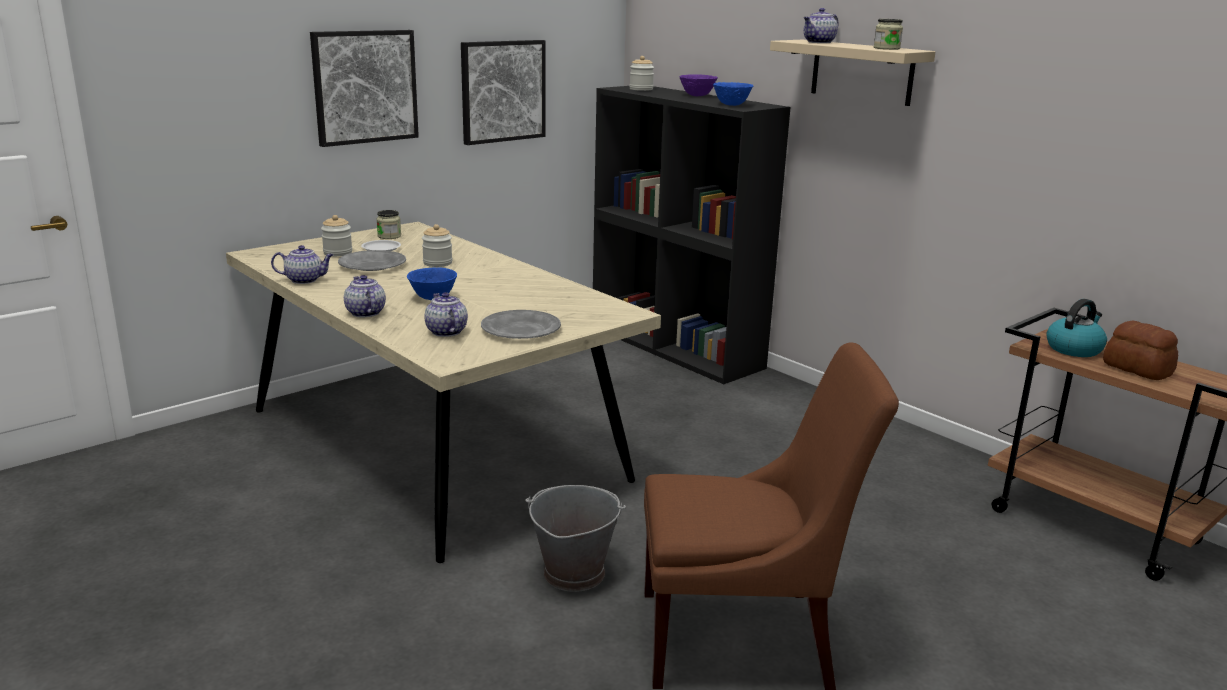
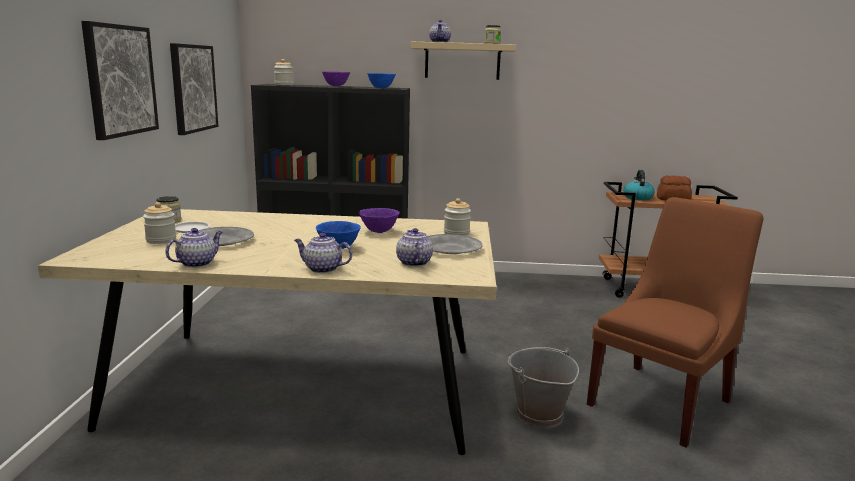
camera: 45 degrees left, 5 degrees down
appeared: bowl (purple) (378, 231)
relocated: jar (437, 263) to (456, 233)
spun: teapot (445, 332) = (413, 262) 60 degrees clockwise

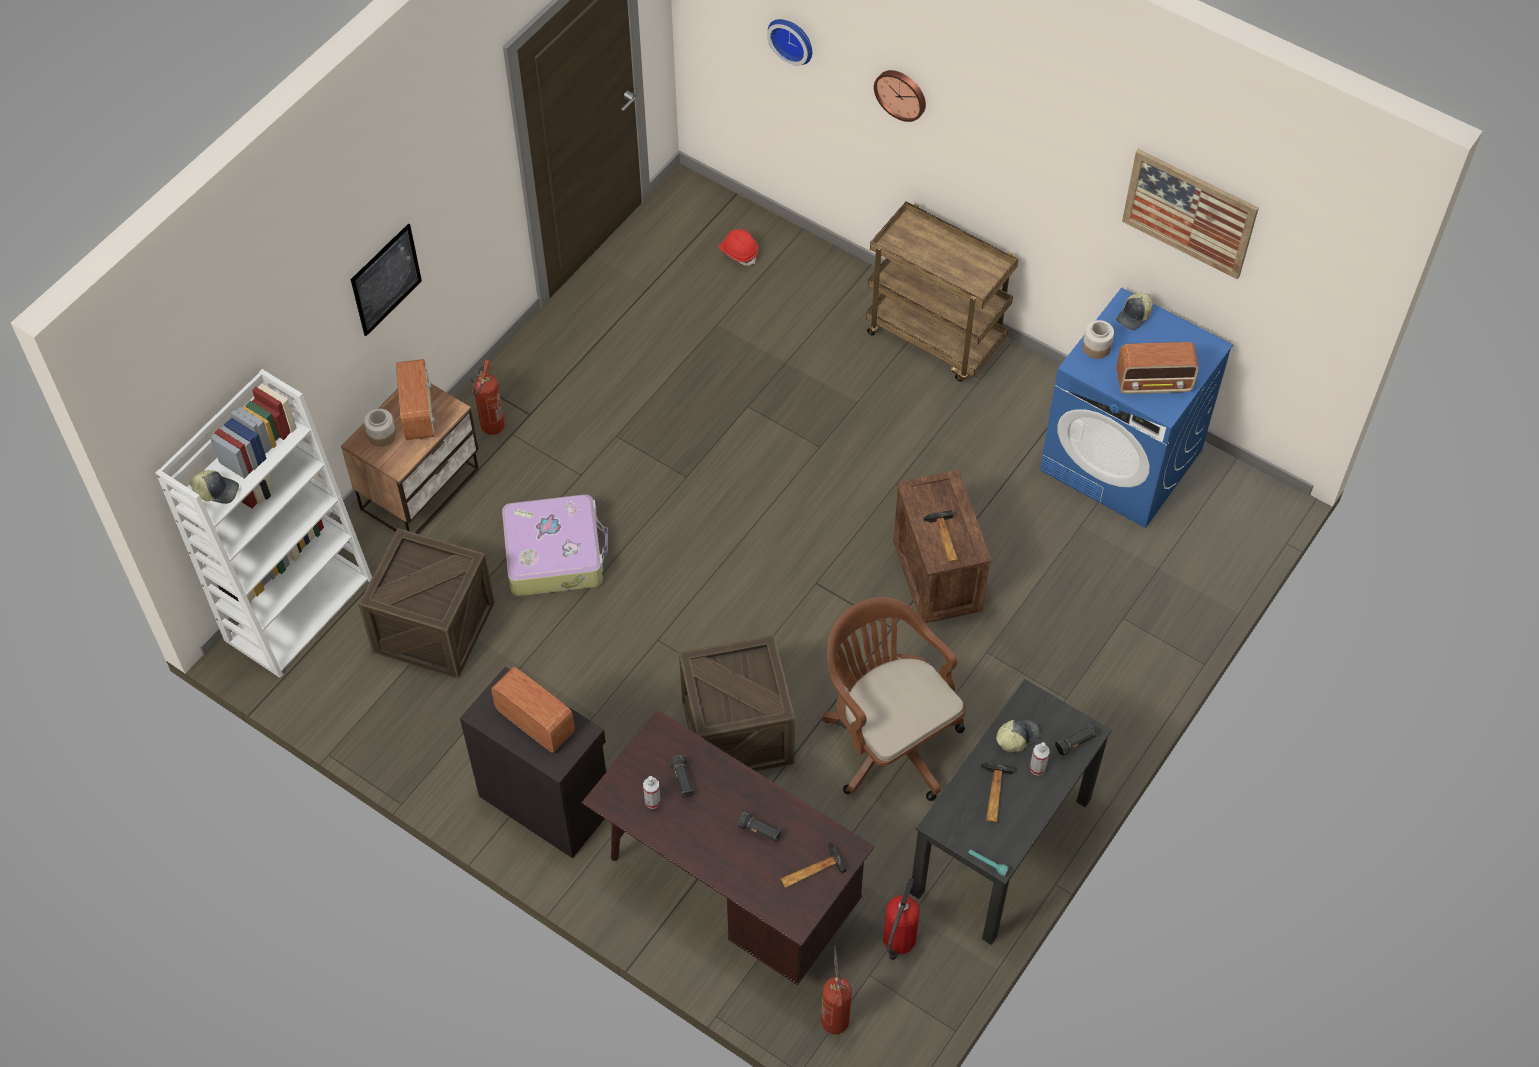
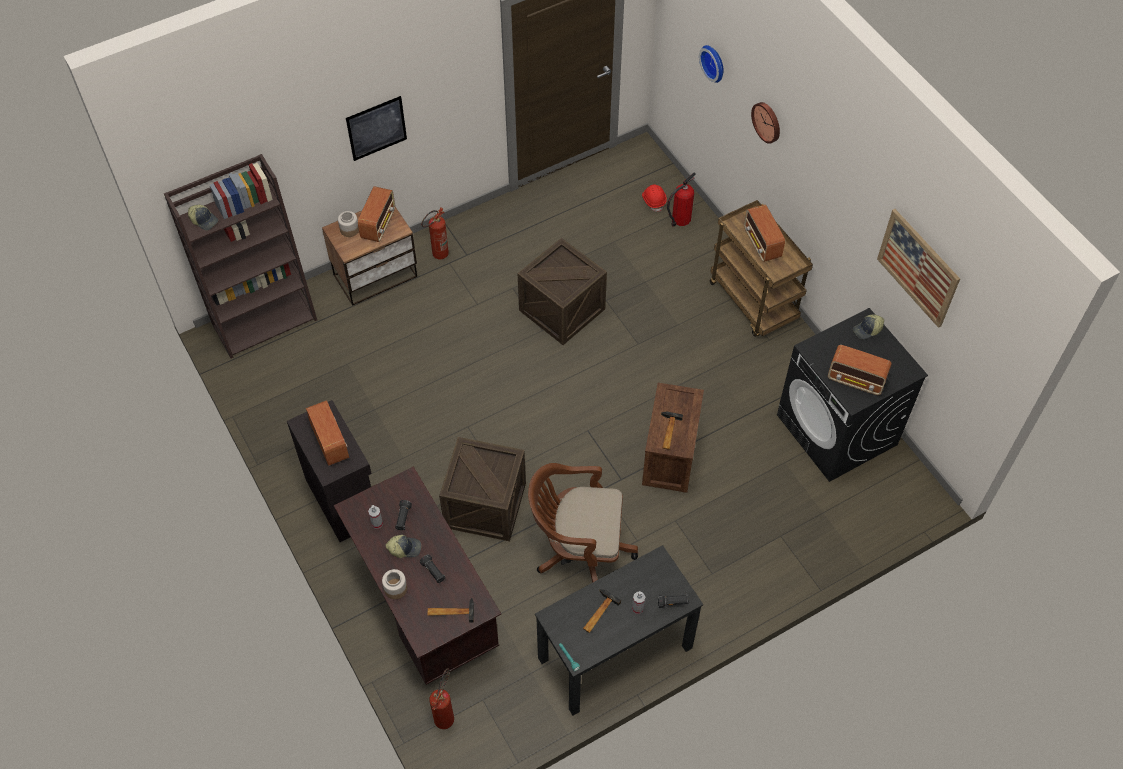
camera: 25 degrees right, 0 degrees up
missing: suitcase (555, 553)
appeared: radio (762, 244)
relocated: jar (1096, 347) to (395, 588); crate (434, 627) to (562, 309); cap (1017, 737) to (404, 548); fire extinguisher (898, 942) to (680, 220)
colour: washing machine (blue) (1122, 460) to washing machine (black) (837, 430); bookcase (white) (299, 607) to bookcase (brown) (265, 320)
spun: office chair (brown) (887, 738) = (578, 550) 75 degrees counterclockwise

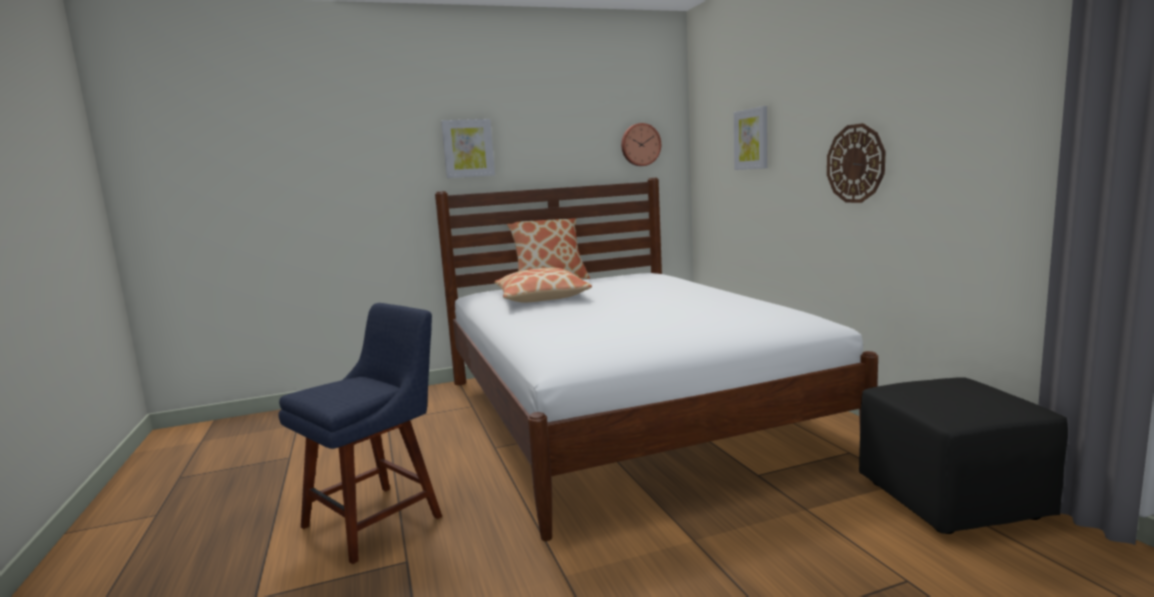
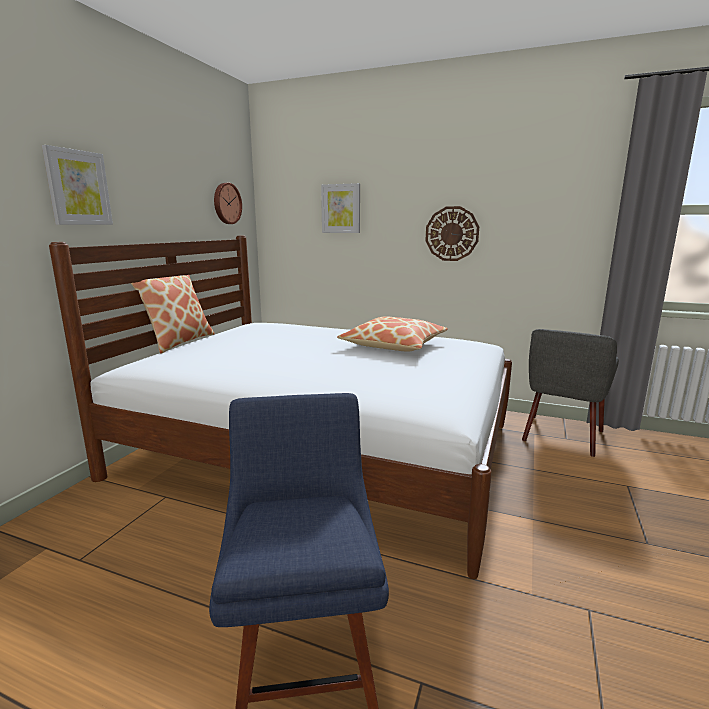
camera: 50 degrees left, 5 degrees up
relocated: pillow (541, 297) to (393, 345)
exchanged: ottoman (black) (948, 499) to armchair (grey) (561, 435)

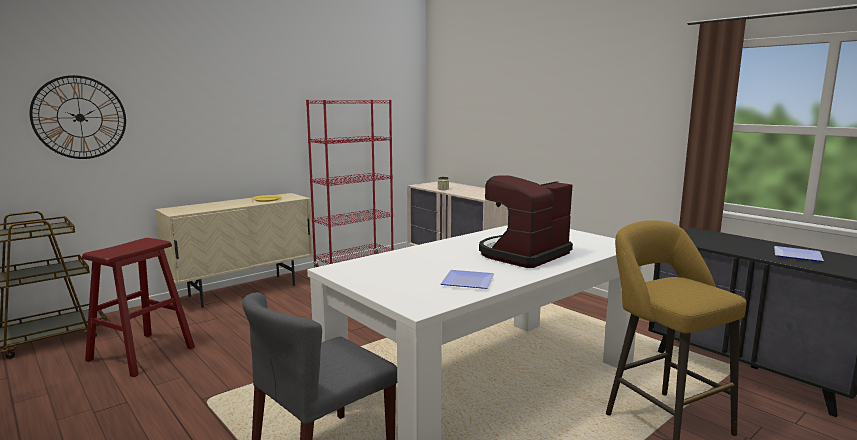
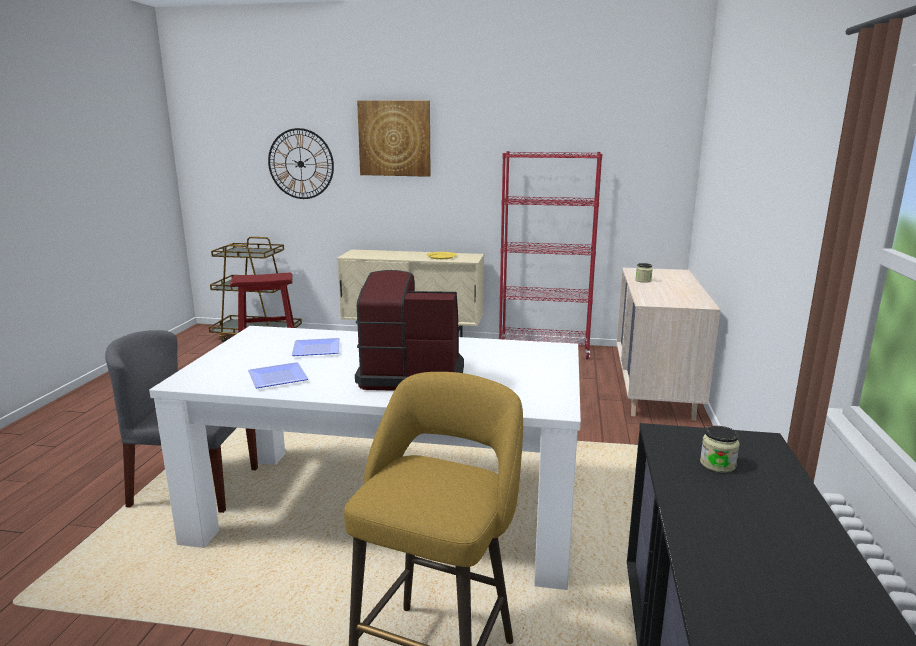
camera: 50 degrees right, 5 degrees up
appeared: picture (394, 138); jar (717, 464)
relocated: plate (799, 256) to (318, 350)

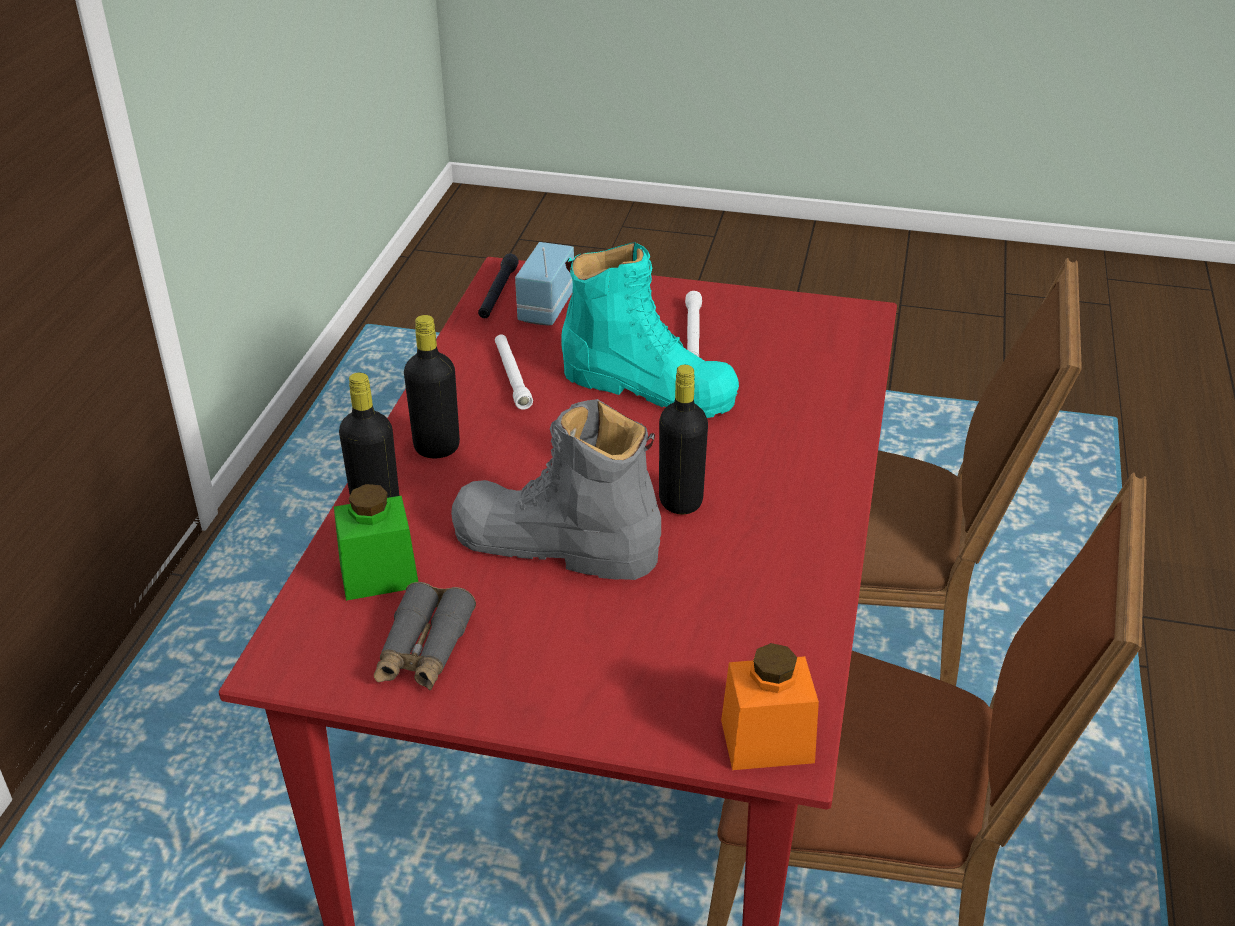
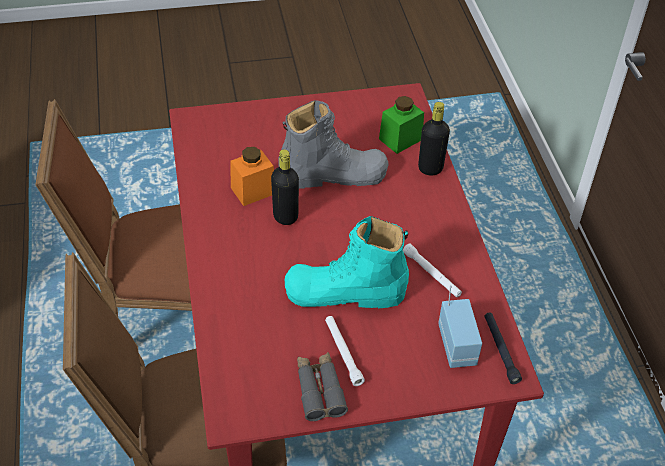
camera: 155 degrees right, 10 degrees up
missing: bottle (black) (437, 448)
relocated: binoculars (grey) (424, 650) to (319, 390); jar (orange) (767, 741) to (253, 190)

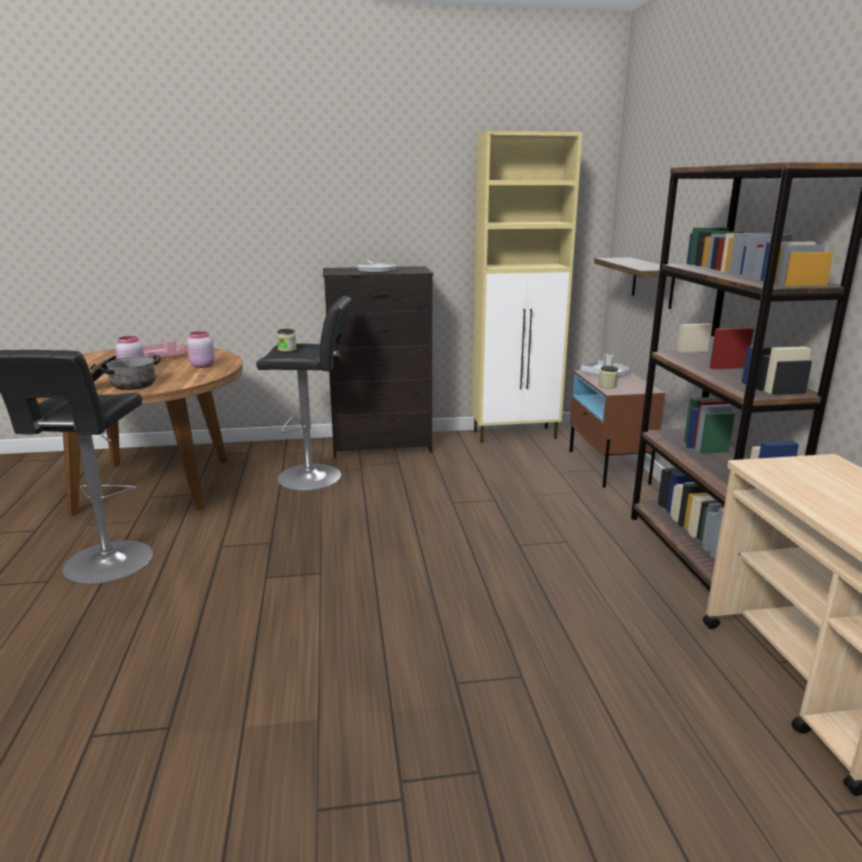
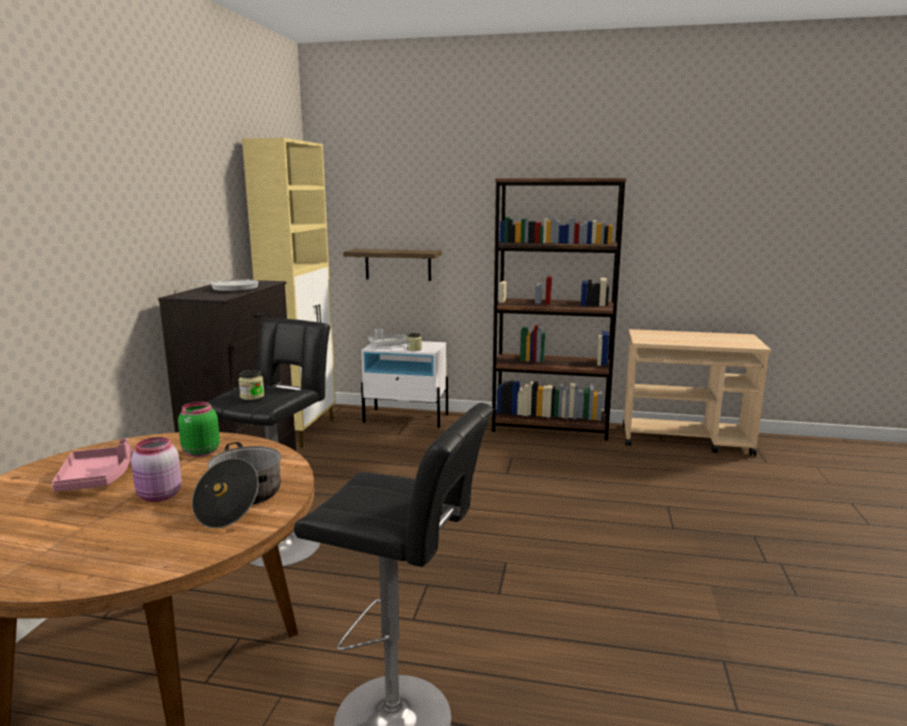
camera: 70 degrees left, 5 degrees down
colour: jar (pink) (202, 365) to jar (green) (200, 452); nightstand (brown) (608, 467) to nightstand (white) (406, 418)

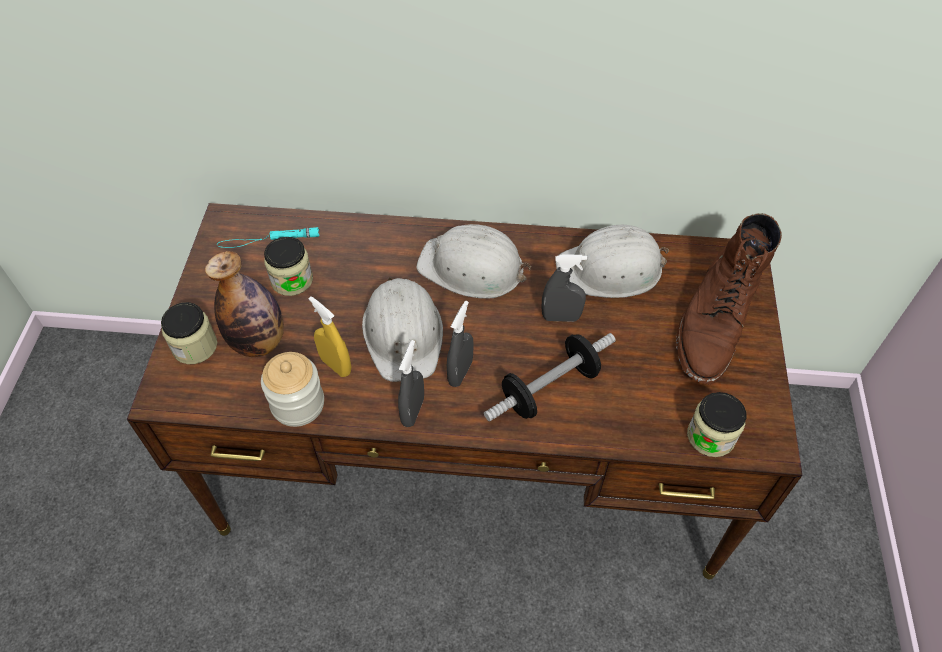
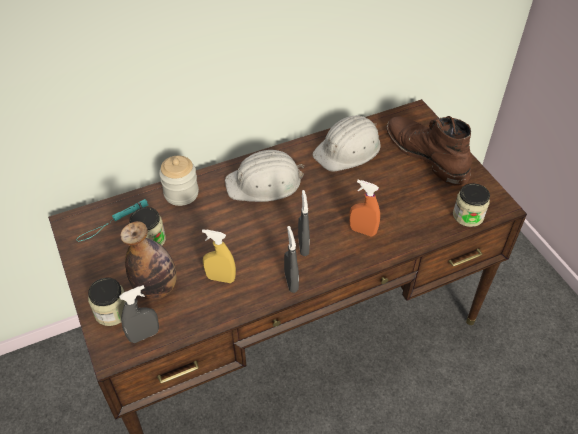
camera: 30 degrees left, 5 degrees down
missing: hard hat (white) (404, 333)
relocated: spray bottle (grey) (561, 317) to (144, 335); jar (298, 404) to (181, 193)
exchanged: dumbbell (549, 388) to spray bottle (orange) (362, 231)
spun: boot (brown) (714, 322) = (426, 154) 150 degrees clockwise

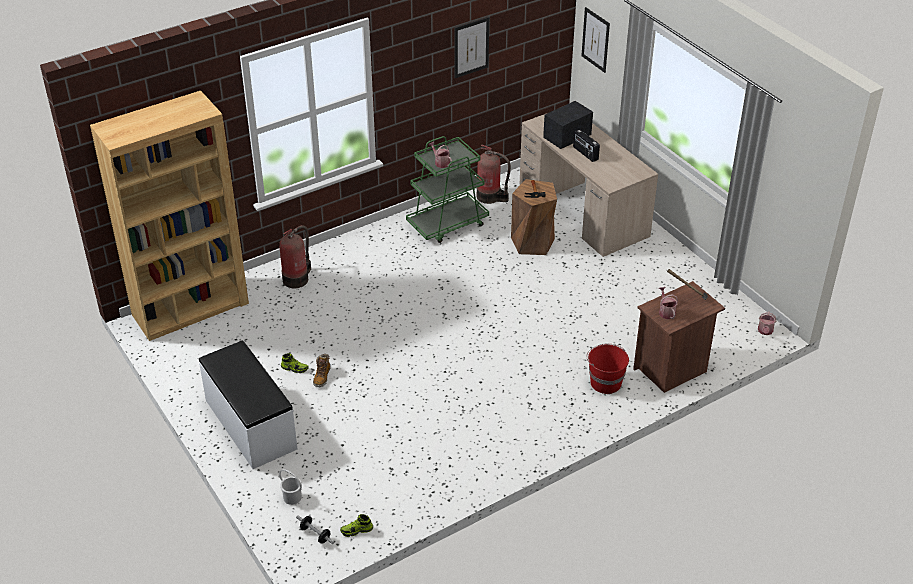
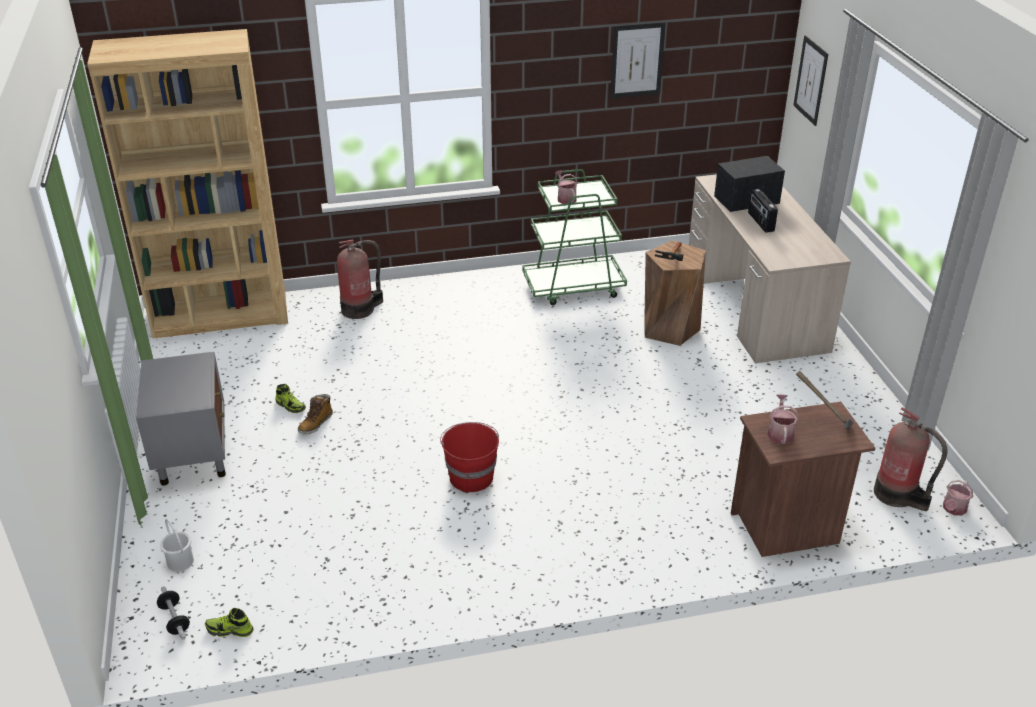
camera: 20 degrees right, 5 degrees down
relocated: fire extinguisher (490, 197) to (898, 495); bucket (red) (605, 382) to (471, 476)
exchanged: bench (white) (250, 425) to nightstand (grey) (193, 458)

